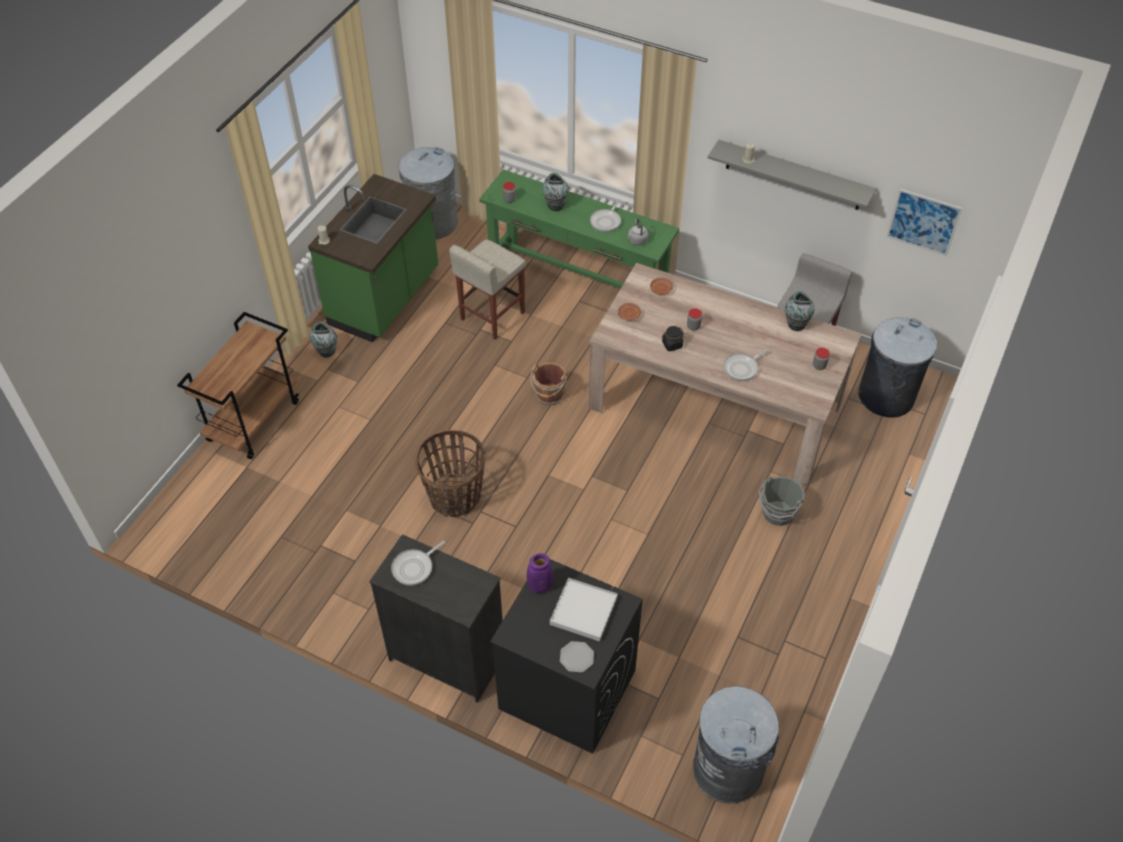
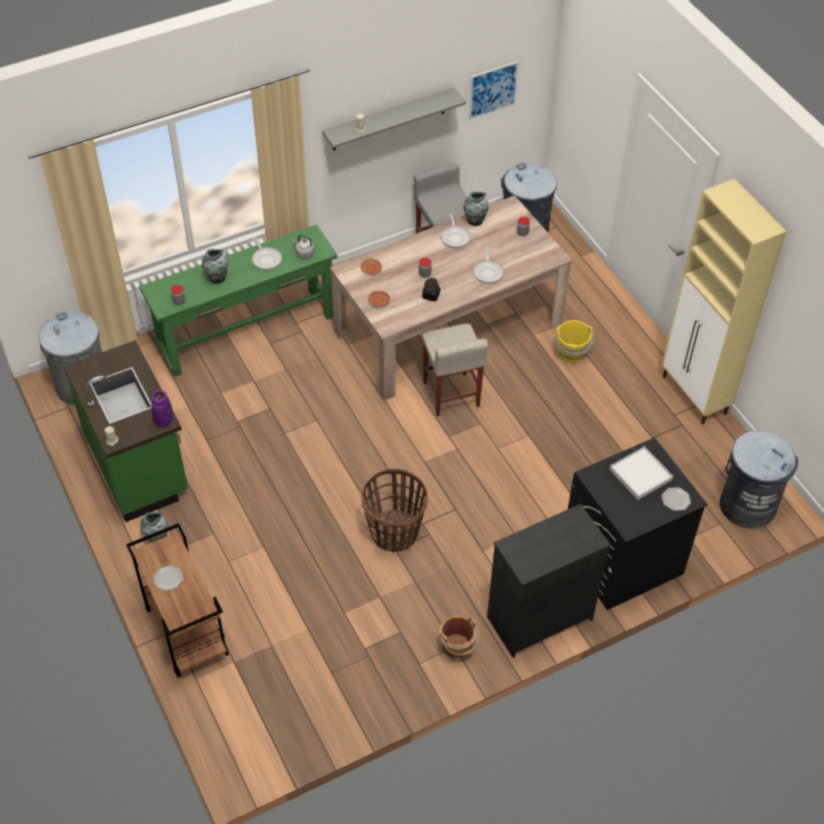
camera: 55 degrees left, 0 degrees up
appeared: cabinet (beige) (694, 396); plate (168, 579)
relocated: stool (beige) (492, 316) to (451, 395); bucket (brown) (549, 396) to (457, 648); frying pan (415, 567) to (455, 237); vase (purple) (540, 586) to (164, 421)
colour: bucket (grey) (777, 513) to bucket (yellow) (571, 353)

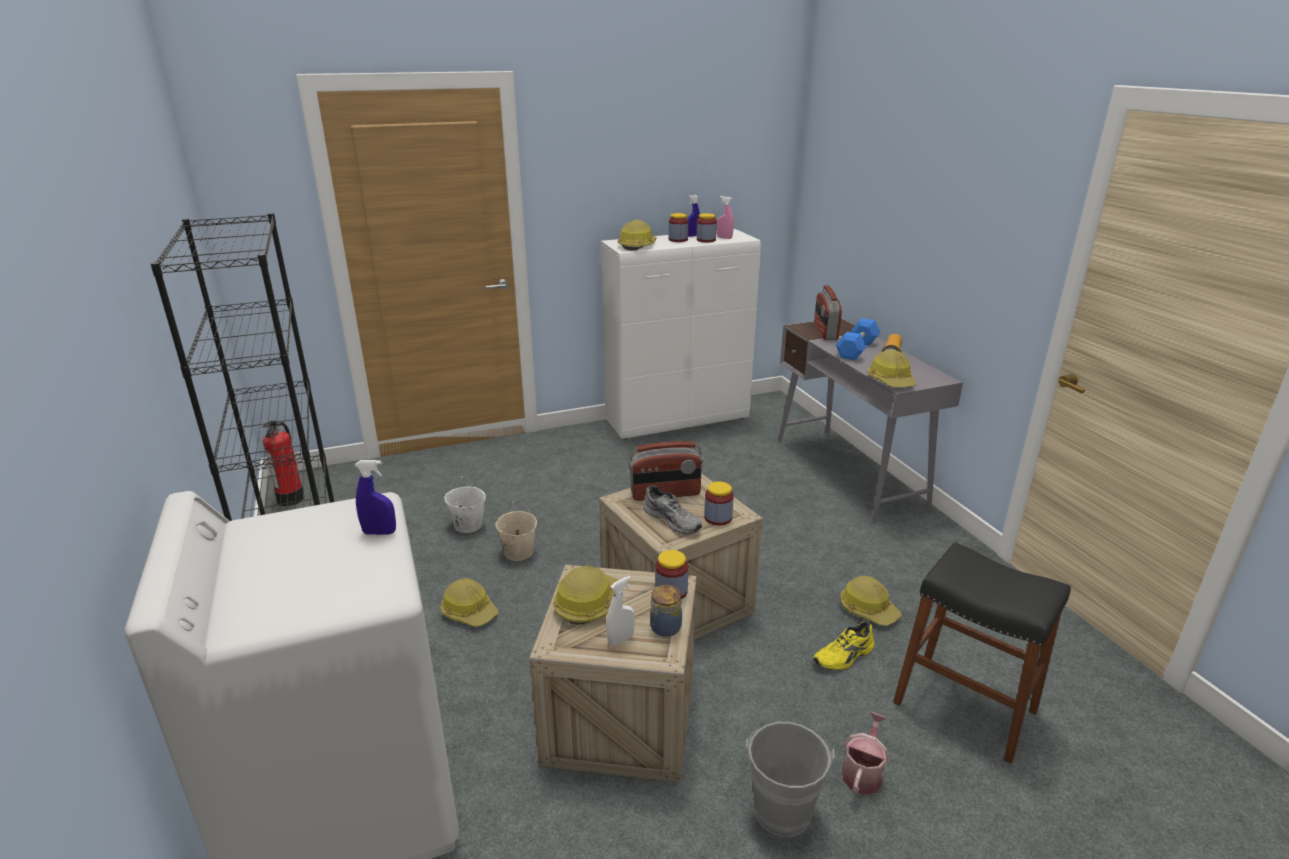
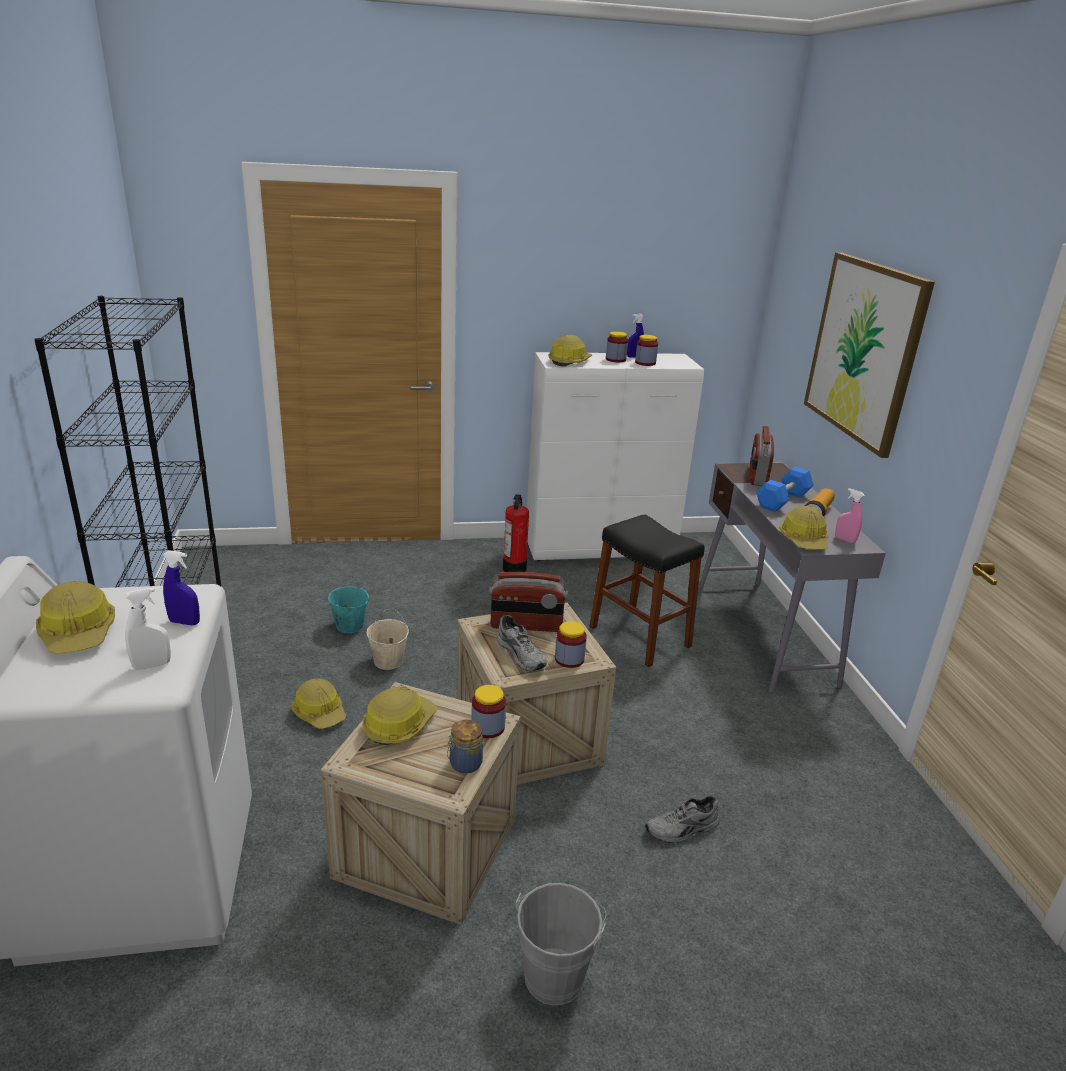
camera: 10 degrees right, 0 degrees up
missing: watering can (863, 772)
appeared: picture (864, 350)
relocated: spray bottle (pink) (724, 238) to (845, 540); fire extinguisher (291, 499) to (514, 568); stool (black) (964, 706) to (639, 636); spray bottle (white) (621, 640) to (152, 665); hard hat (868, 609) to (79, 633)
colour: bucket (white) (467, 525) to bucket (turquoise) (349, 625); shoe (yellow) (845, 657) to shoe (grey) (682, 830)

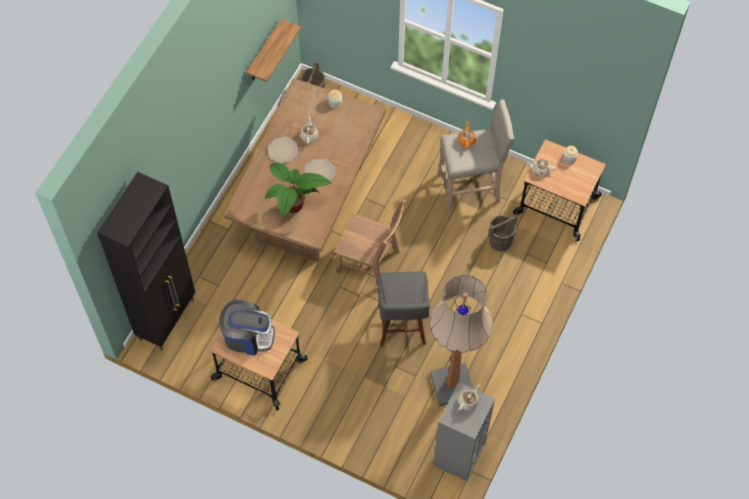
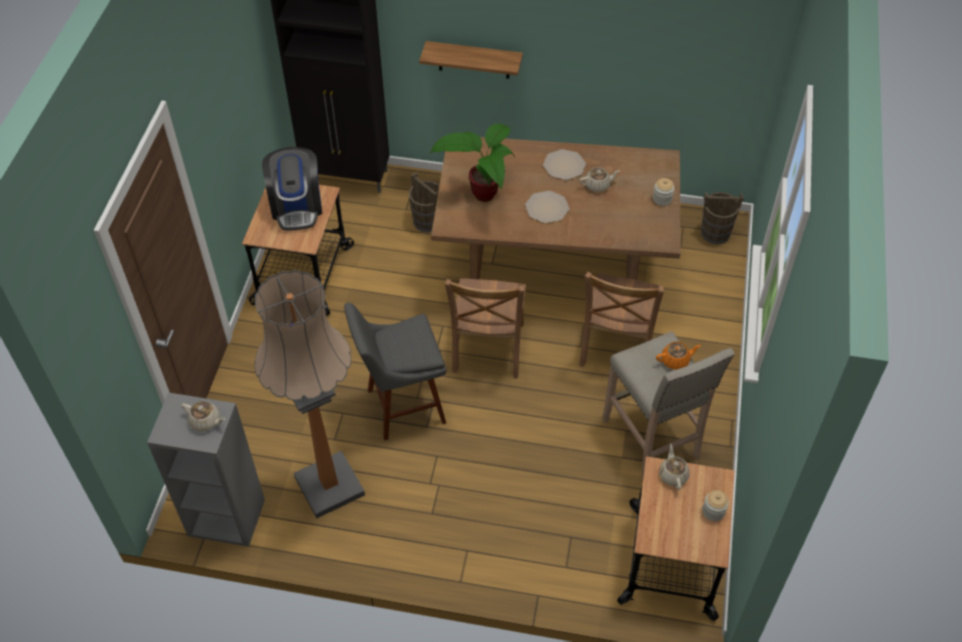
camera: 75 degrees right, 10 degrees down
appeared: chair (brown) (616, 348)
relocated: shelf (264, 52) to (474, 60); bucket (brown) (500, 241) to (427, 221)

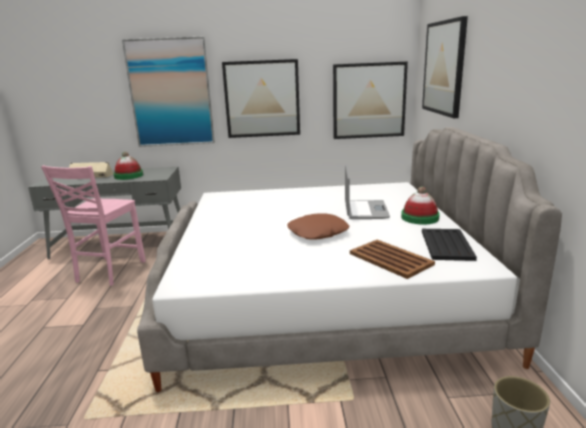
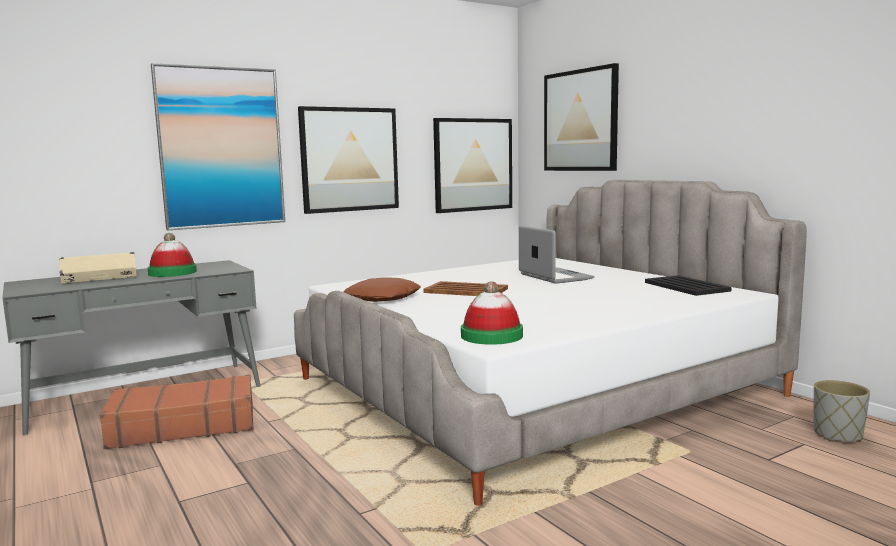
camera: 30 degrees left, 10 degrees down
relocated: hat (420, 217) to (491, 336); pillow (brown) (318, 232) to (383, 298); tray (brown) (390, 259) to (465, 290)
exchanged: chair (pink) (109, 272) to suitcase (brown) (183, 426)

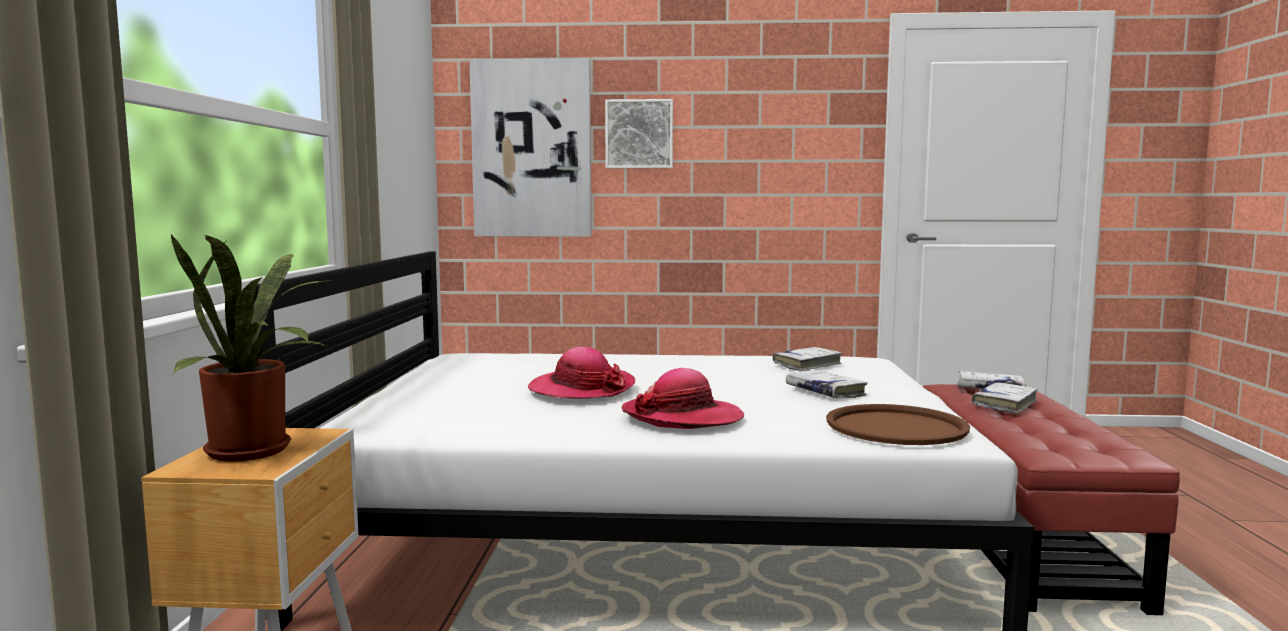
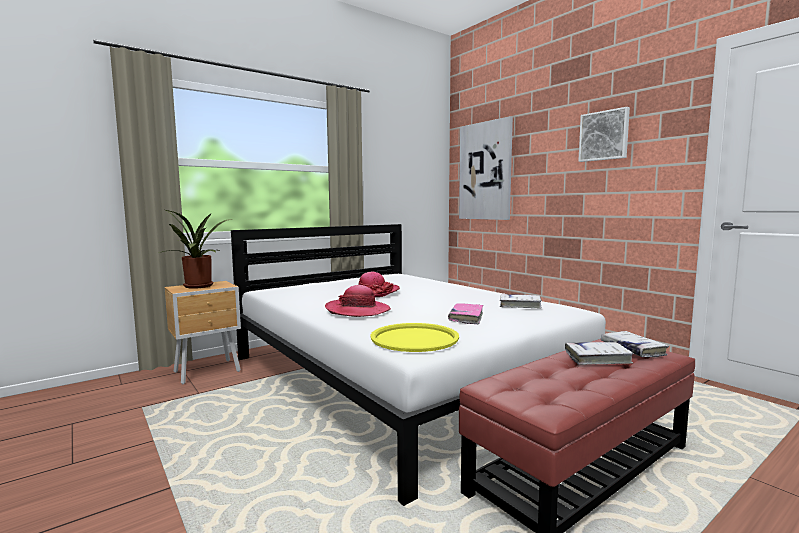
camera: 50 degrees right, 0 degrees up
relocated: picture (639, 134) to (604, 136)
colour: book (white) (825, 392) to book (pink) (466, 318); tray (brown) (896, 427) to tray (yellow) (414, 338)

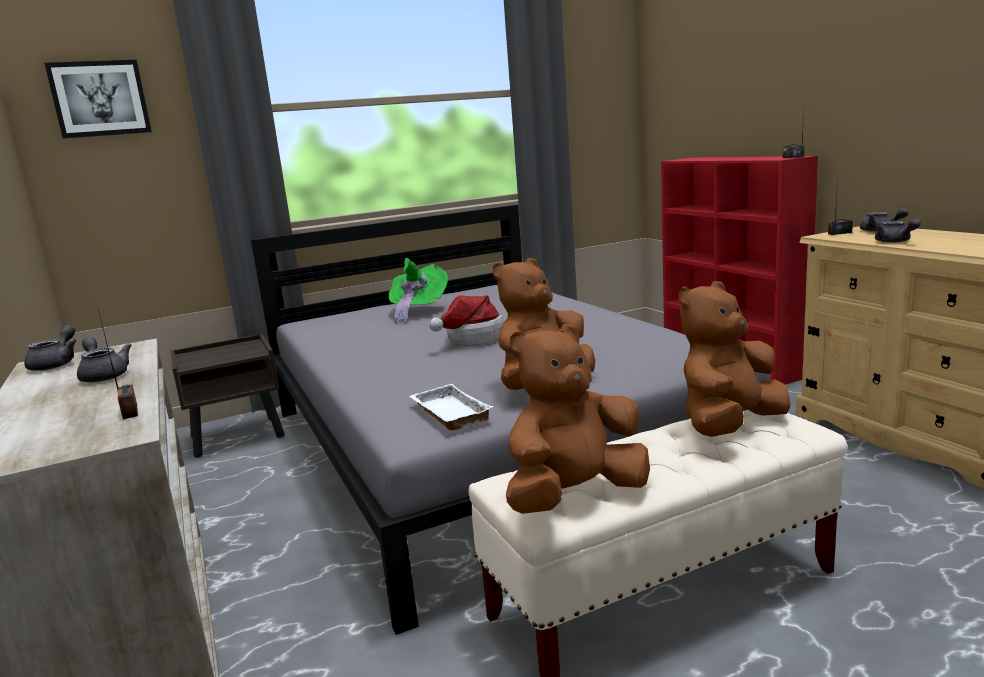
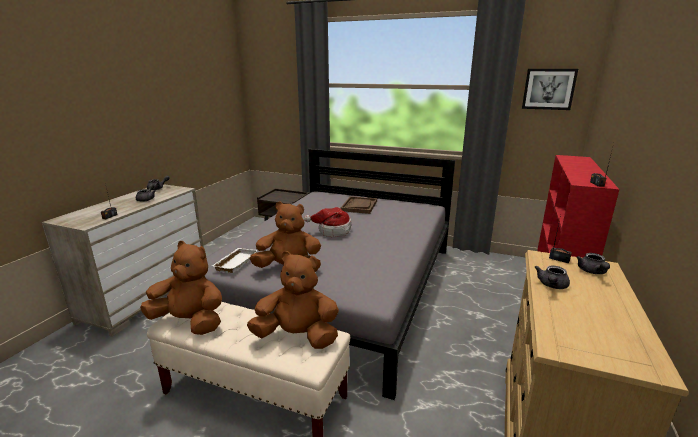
camera: 45 degrees right, 5 degrees up
relocated: picture (100, 99) to (548, 89)
exchanged: hat (green) (417, 311) to tray (brown) (359, 206)

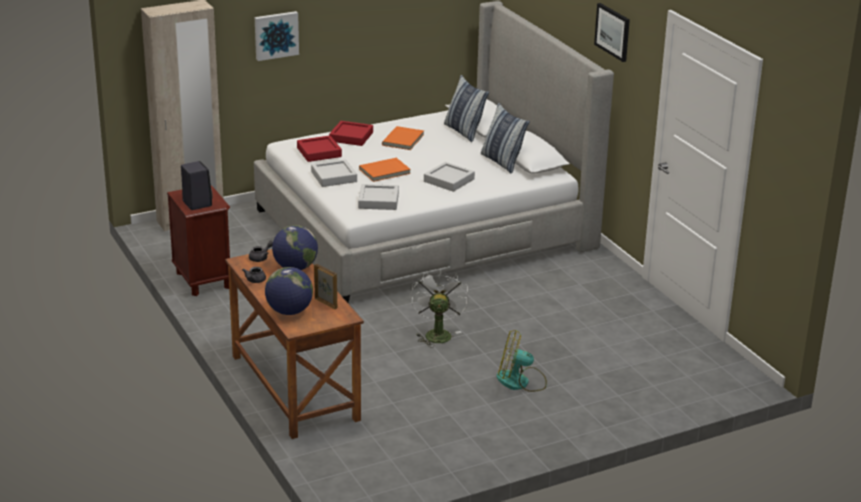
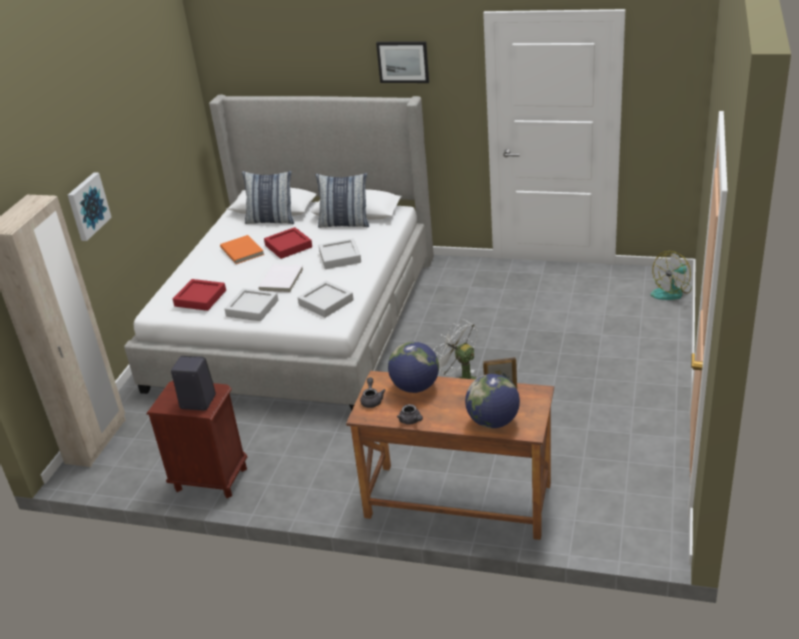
camera: 45 degrees left, 5 degrees up
relocated: tray (red) (351, 137) to (288, 246); fan (520, 382) to (672, 291)
colour: book (orange) (385, 172) to book (white) (282, 280)

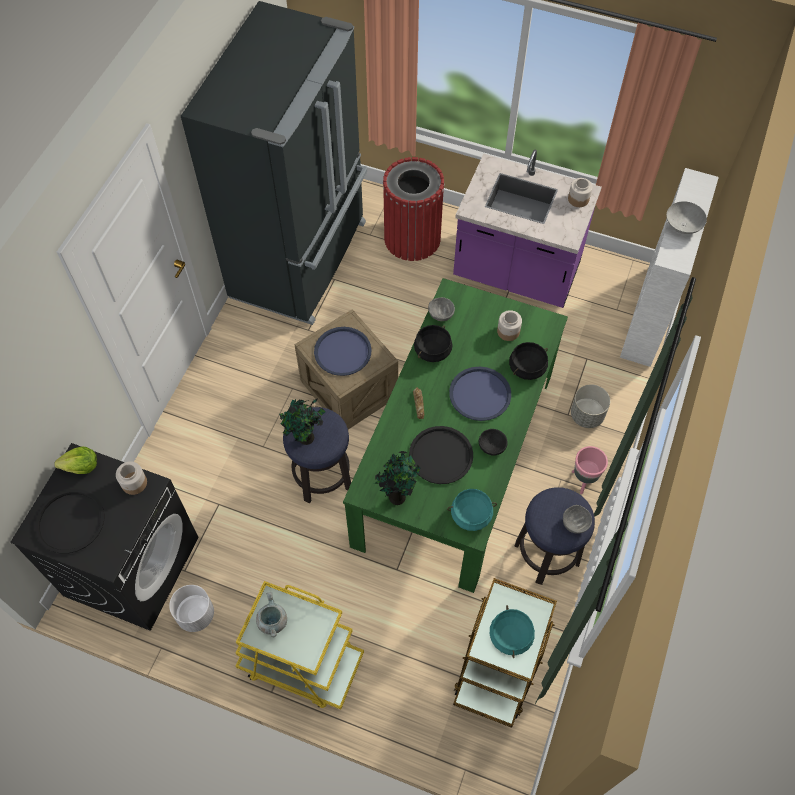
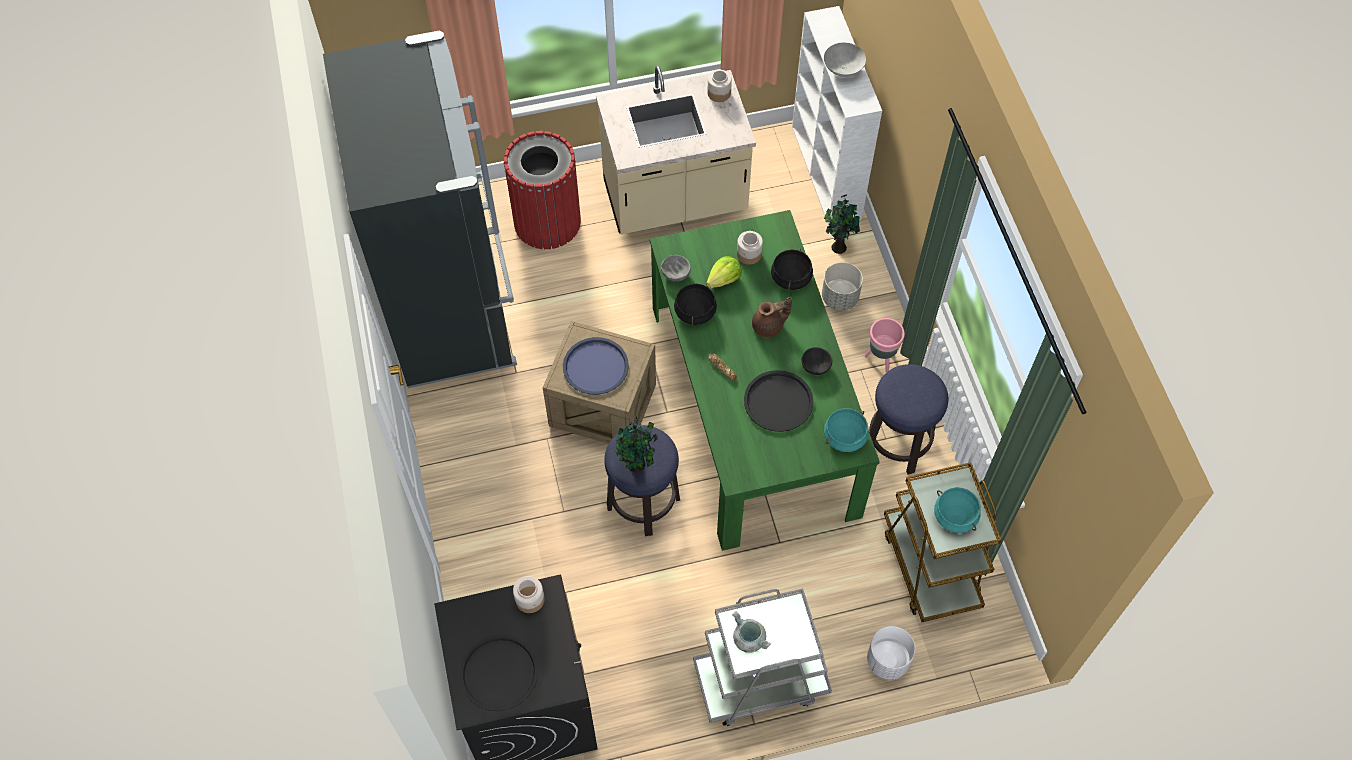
camera: 35 degrees left, 0 degrees up
missing: bowl (grey) (575, 523)
relocated: lettuce (81, 466) to (724, 279); potted plant (397, 495) to (838, 246); planter (white) (195, 615) to (887, 661)
exchanged: tray (blue) (480, 394) to teapot (brown) (769, 326)
colour: counter (purple) (516, 273) to counter (beige) (675, 200); cart (yellow) (301, 663) to cart (grey) (760, 680)

